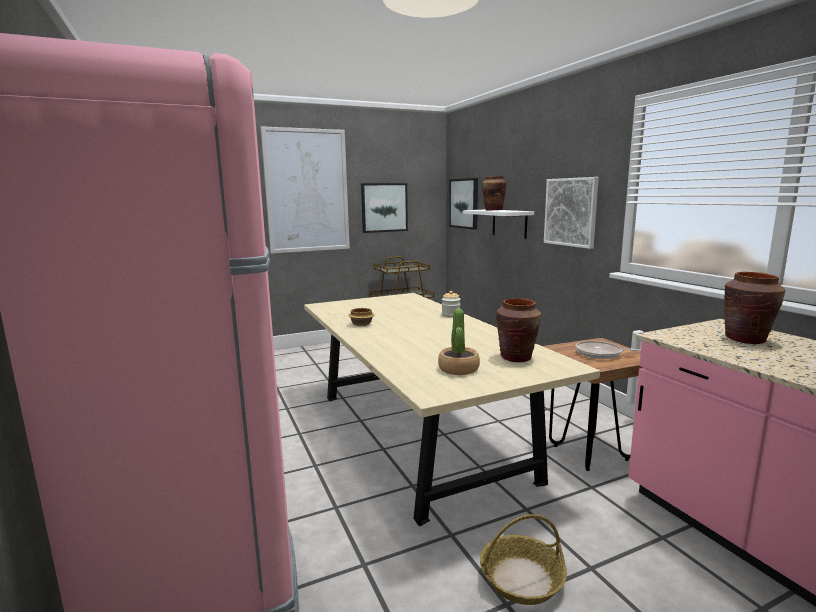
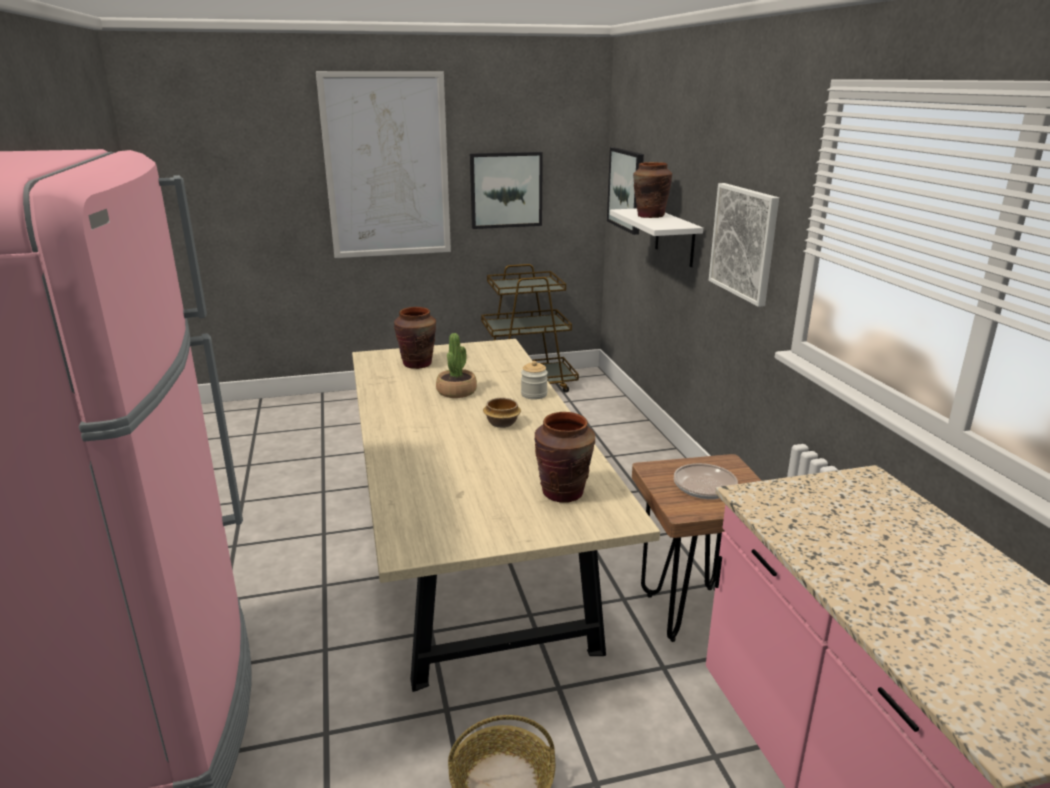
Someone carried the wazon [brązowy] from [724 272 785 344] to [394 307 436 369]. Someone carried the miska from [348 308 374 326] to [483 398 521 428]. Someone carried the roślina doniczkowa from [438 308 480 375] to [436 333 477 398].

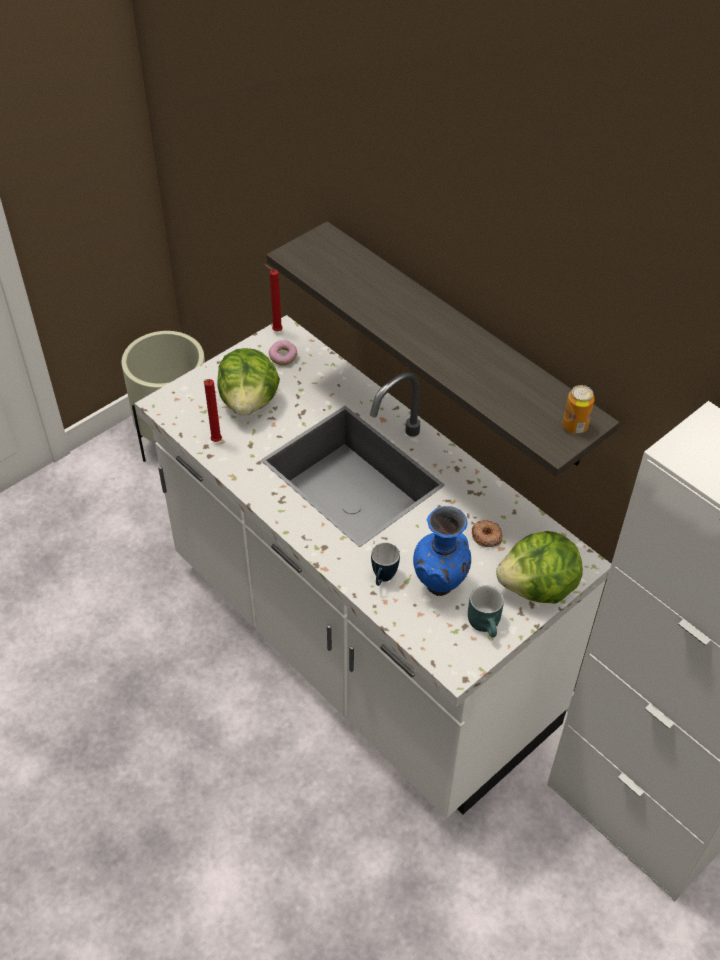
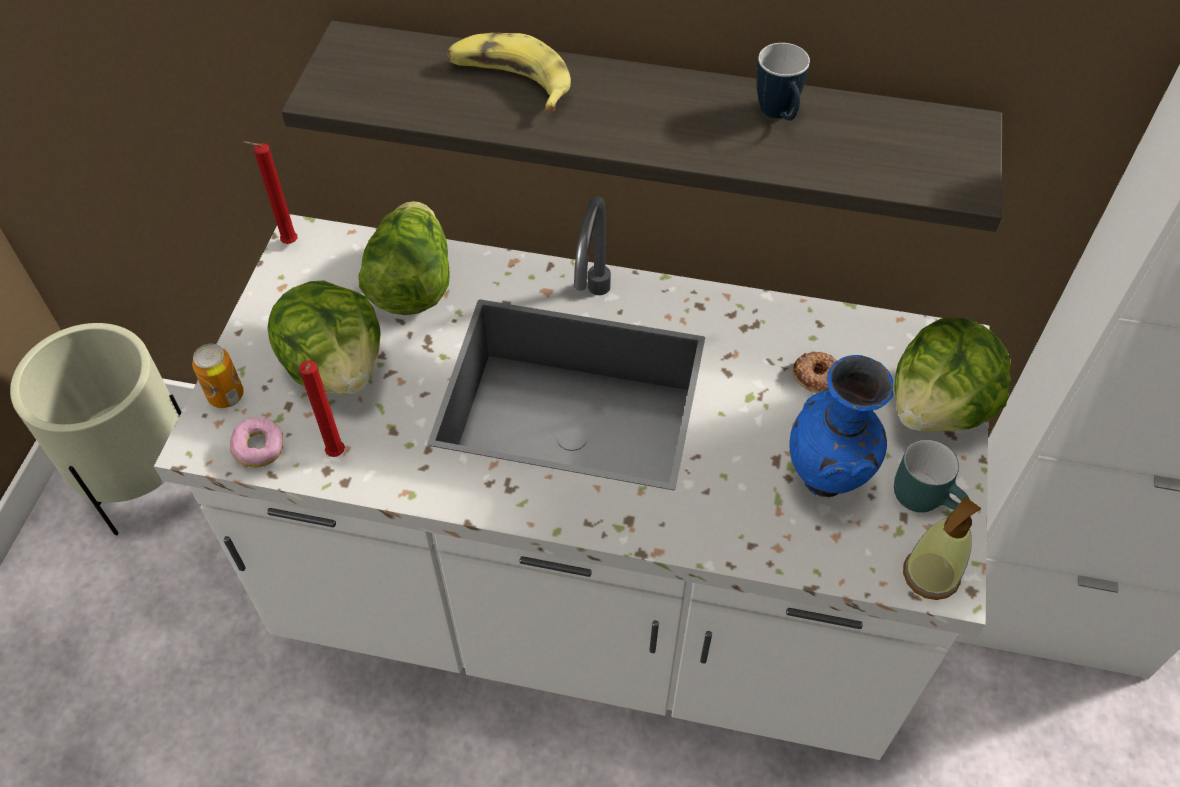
Someone carried the donut from [269 340 297 366] to [230 418 283 467]. Someone carried the puszka from [563 385 595 434] to [192 344 244 408]. Someone carried the kubek from [371 542 400 586] to [756 43 810 121]. Someone put down the banan at [447 33 571 111]. Someone put down the sałata at [358 201 450 315]. Someone put down the dozownik mydła at [903 496 981 600].

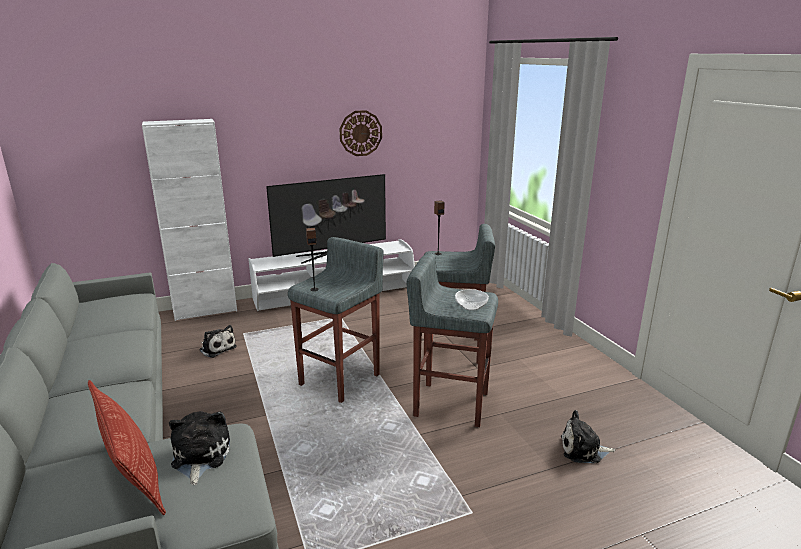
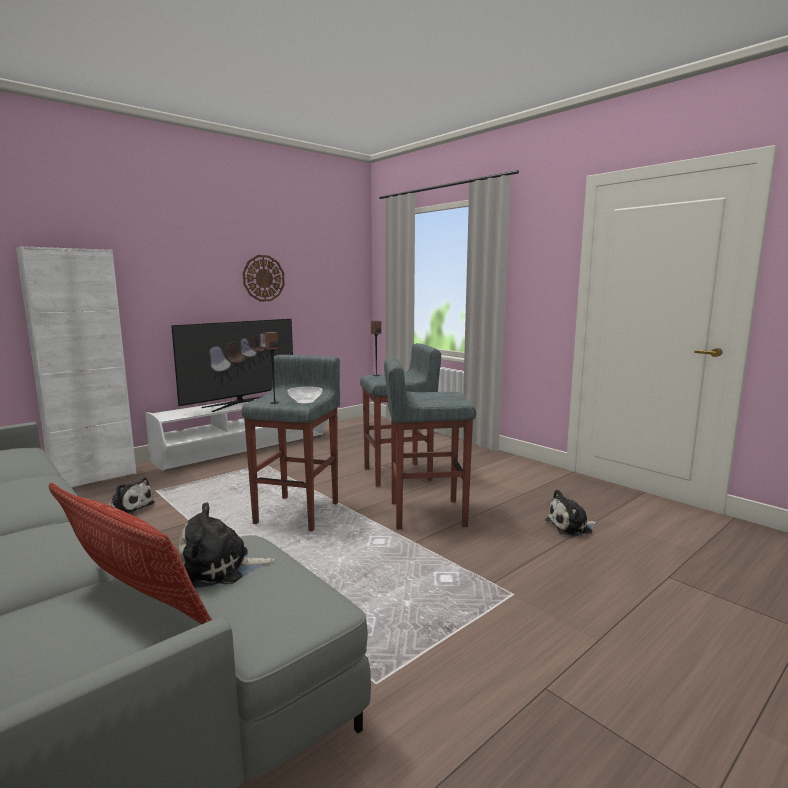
Someone carried the miska from [455 289 489 311] to [288 387 322 404]. Someone rotated the pluszak at [169 411 230 485] by 75 degrees counterclockwise.

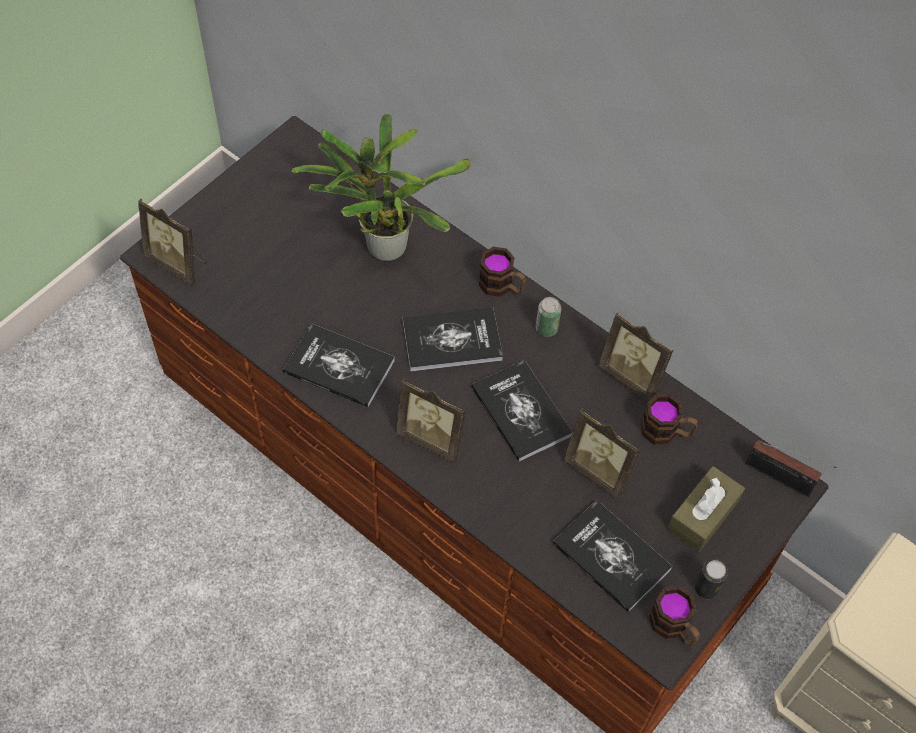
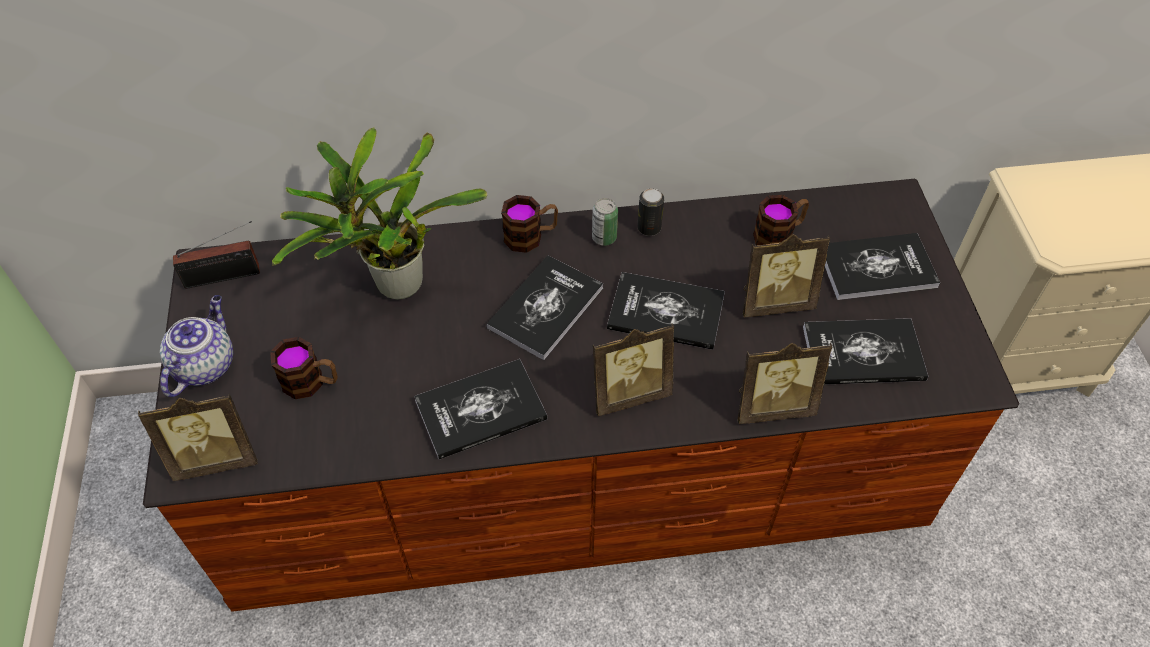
Someone carried the ramka na zdjęcie from [598 312 673 402] to [737 343 832 424]. Someone carried the radio from [746 440 836 497] to [173 221 260 289]. Someone swapped the pudełko chusteczek [brązowy] at [667 466 745 552] for the książka at [825 233 940 300]. Someone carried the puszka from [695 559 728 599] to [637 188 664 236]. Someone carried the kubek from [649 585 700 646] to [270 337 338 399]. Someone put down the imbryk at [160 295 233 397].

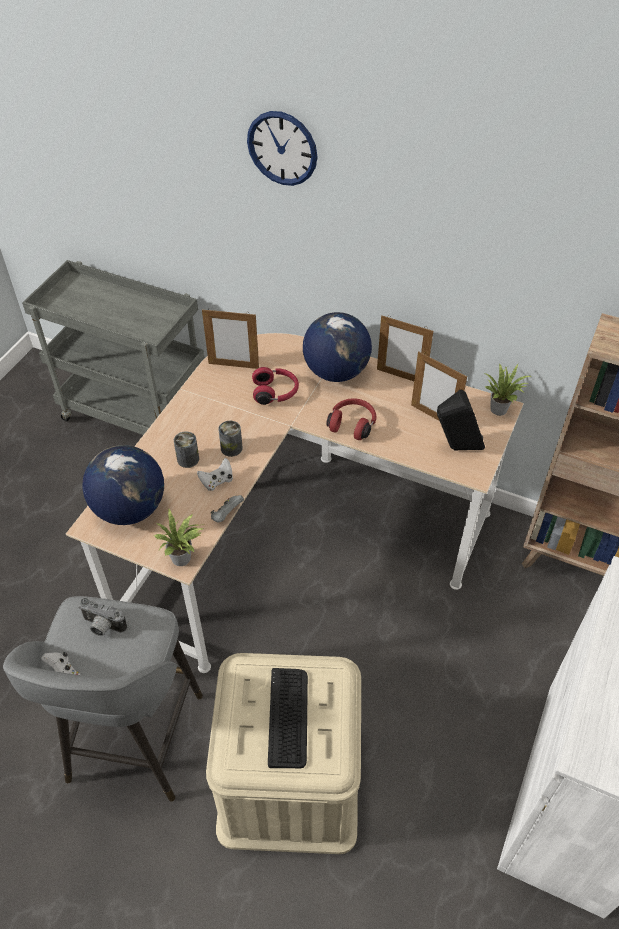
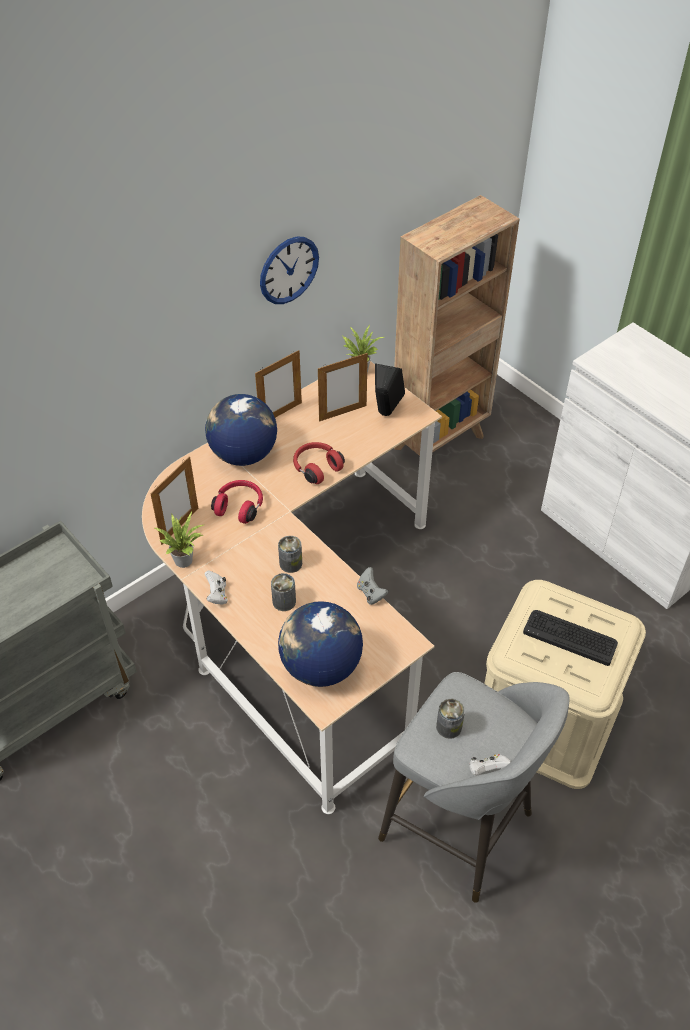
Someone carried the zegar ścienny from [247 111 318 186] to [260 236 319 304]. Someone carried the pad do gier [biały] from [197 458 233 491] to [205 571 228 605]. Someone carried the roślina doniczkowa from [154 509 204 566] to [153 512 203 568]. Someone swapped the aparat fotograficzny at [78 598 127 636] for the puszka at [436 698 465 739].

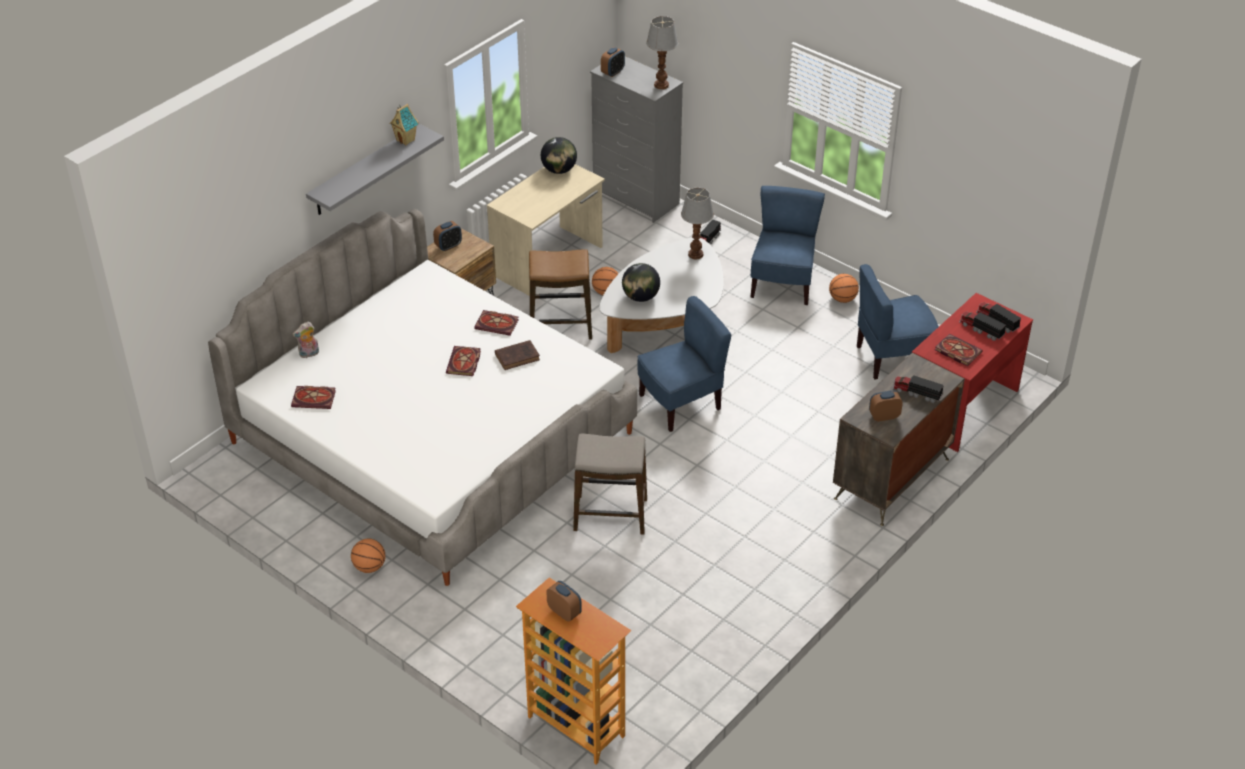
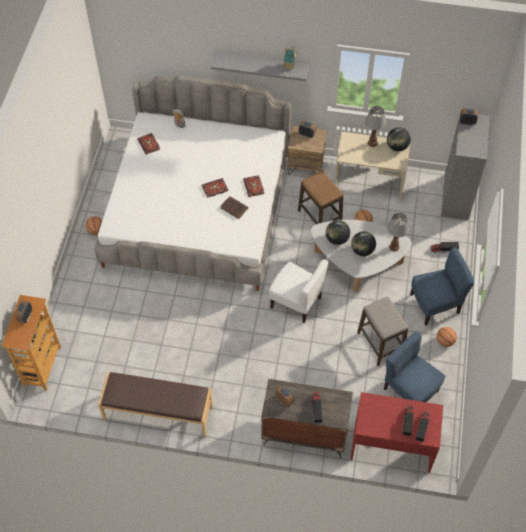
Someone carried the lampa stołowa from [646 16 678 90] to [365 106 386 147]. Someone repainted the krzesło [niebieski] at [637 296 731 432], which became the krzesło [biały] at [269 259 328 323]. Someone took away the książka at [935 334 983 366]. Someone carried the stołek from [573 433 647 535] to [357 297 408 366]. Someone put down the globus at [351 231 376 256]. Someone put down the ławka [brązowy] at [98 372 213 437].

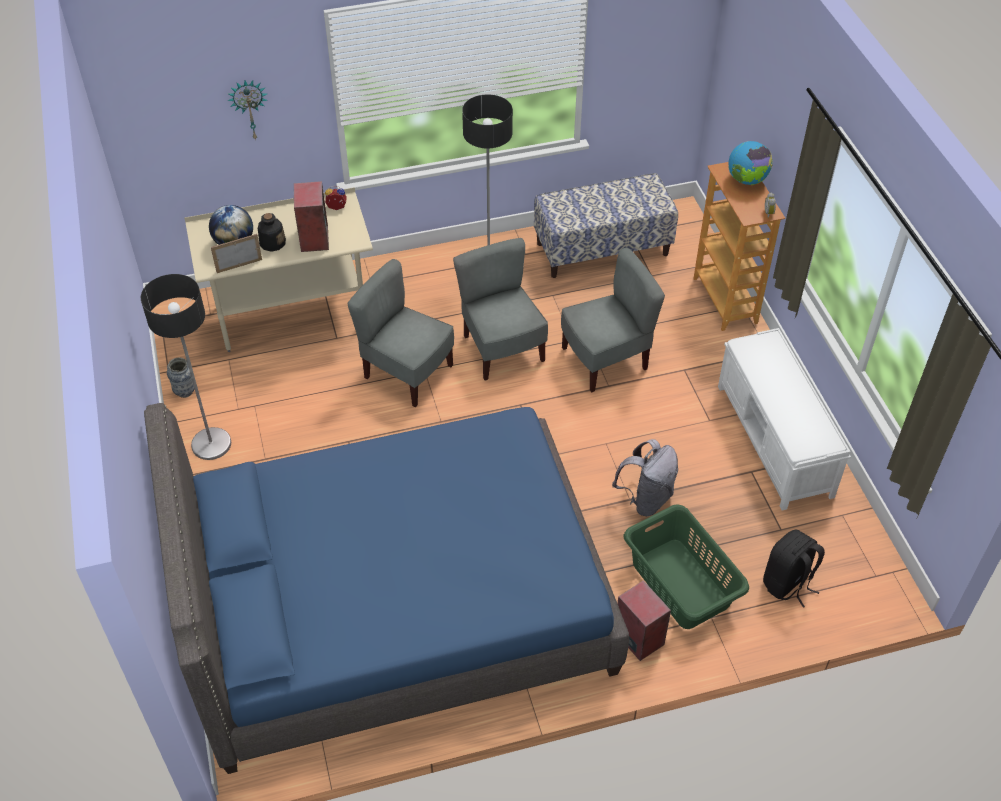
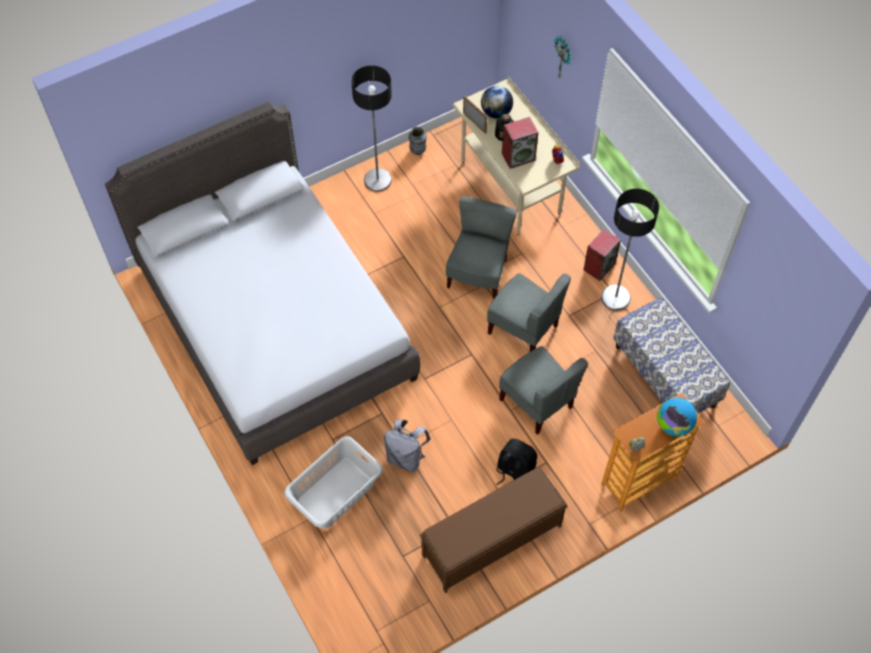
Someone rotated the krzesło [szary] at [453 238 548 380] by 75 degrees clockwise. Someone repainted the ławka [biały] at [718 328 851 510], which became the ławka [brązowy] at [420 467 568 593]. Someone repainted the łóżko [niebieski] at [144 403 629 774], which became the łóżko [szary] at [105 102 420 465]. Someone repainted the kosz na pranie [zielony] at [623 504 749 629], which became the kosz na pranie [szary] at [284 436 383 529]. Someone carried the plecak [czarny] from [763 530 825 608] to [497 439 537 485]. Someone carried the głośnik from [617 580 671 661] to [583 229 621 281].

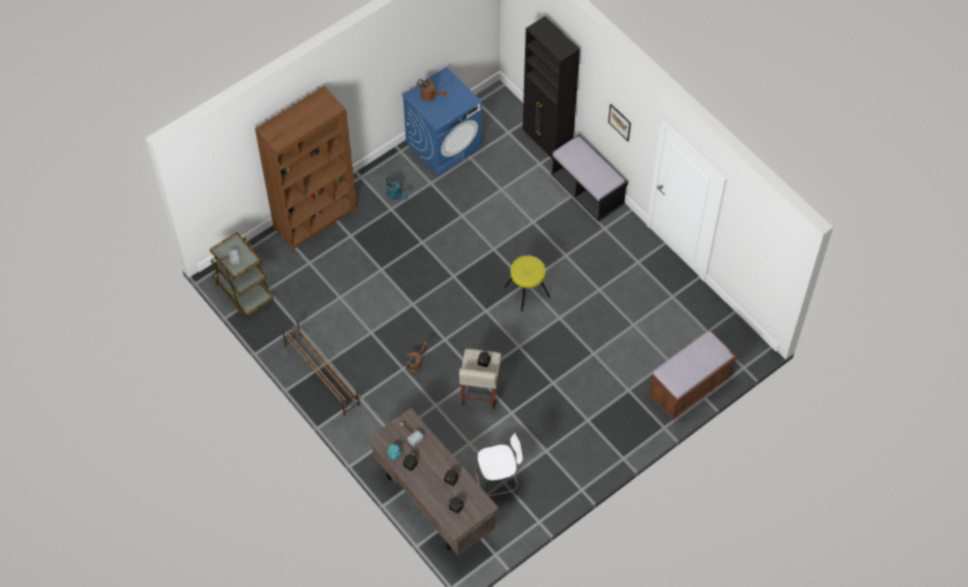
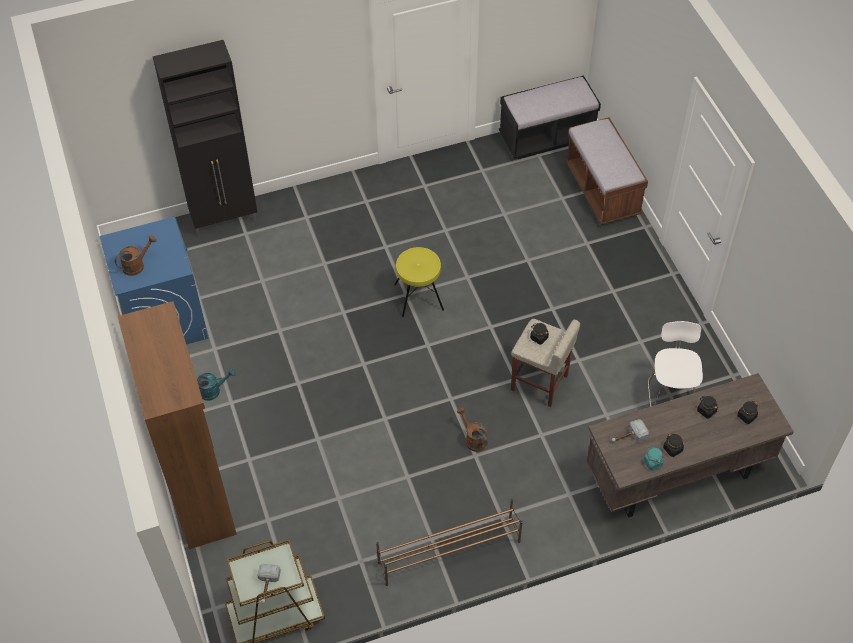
Someone took away the obraz at [608 104 631 141]. Someone carried the ławka [czarny] from [551 134 628 222] to [499 76 601 159].

